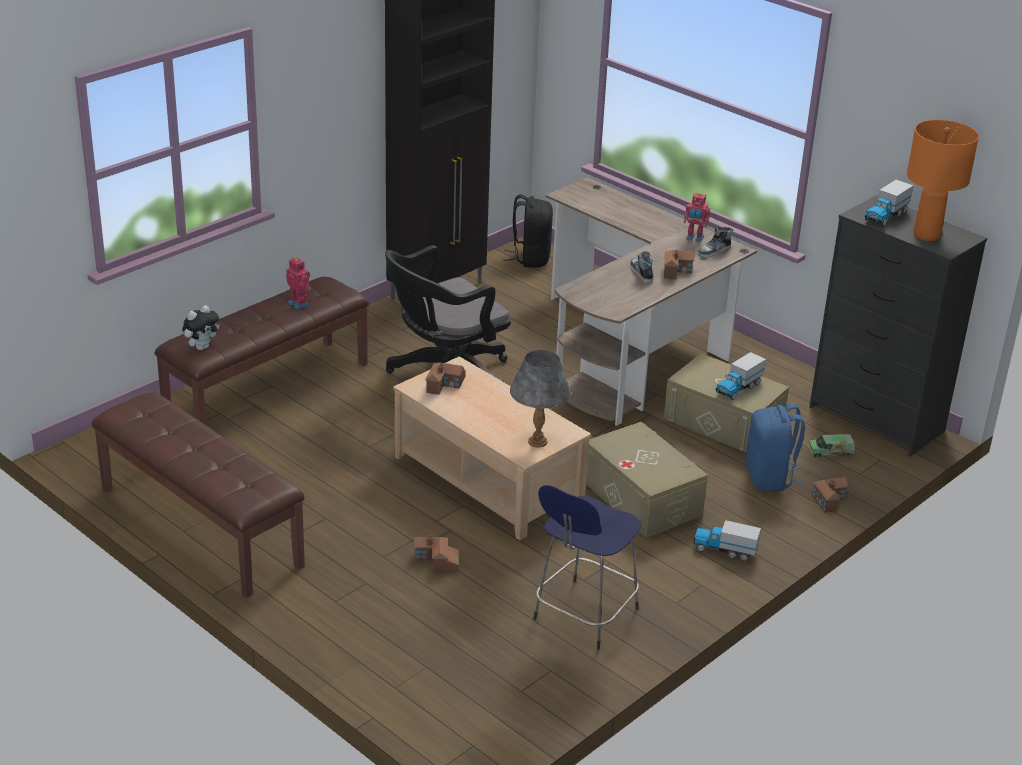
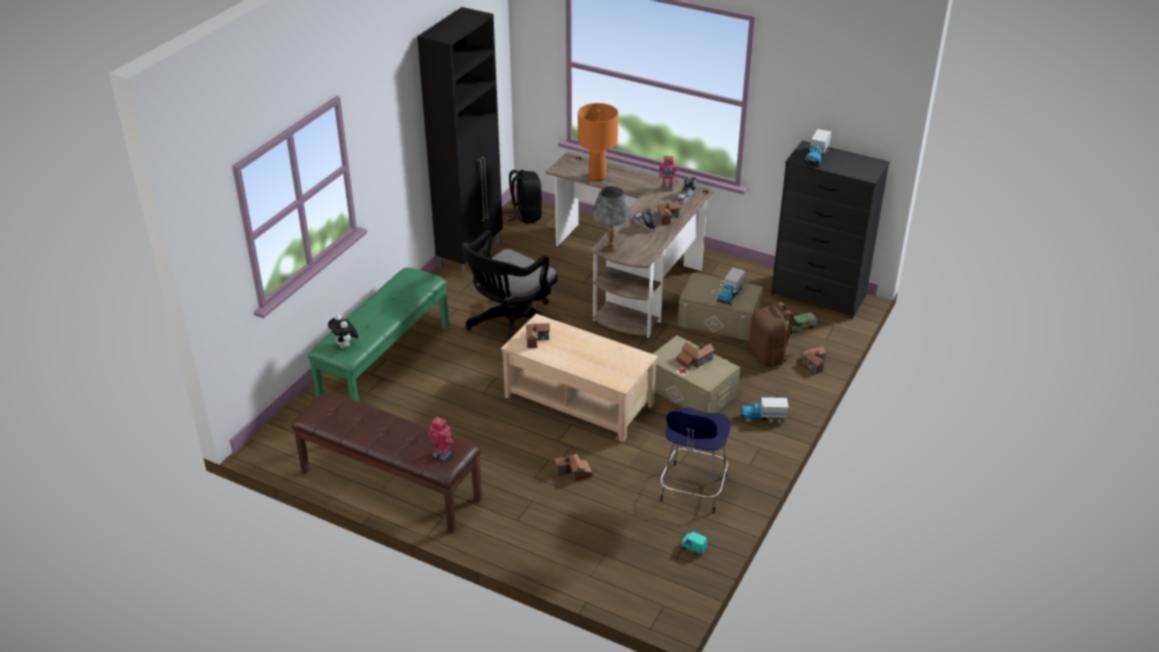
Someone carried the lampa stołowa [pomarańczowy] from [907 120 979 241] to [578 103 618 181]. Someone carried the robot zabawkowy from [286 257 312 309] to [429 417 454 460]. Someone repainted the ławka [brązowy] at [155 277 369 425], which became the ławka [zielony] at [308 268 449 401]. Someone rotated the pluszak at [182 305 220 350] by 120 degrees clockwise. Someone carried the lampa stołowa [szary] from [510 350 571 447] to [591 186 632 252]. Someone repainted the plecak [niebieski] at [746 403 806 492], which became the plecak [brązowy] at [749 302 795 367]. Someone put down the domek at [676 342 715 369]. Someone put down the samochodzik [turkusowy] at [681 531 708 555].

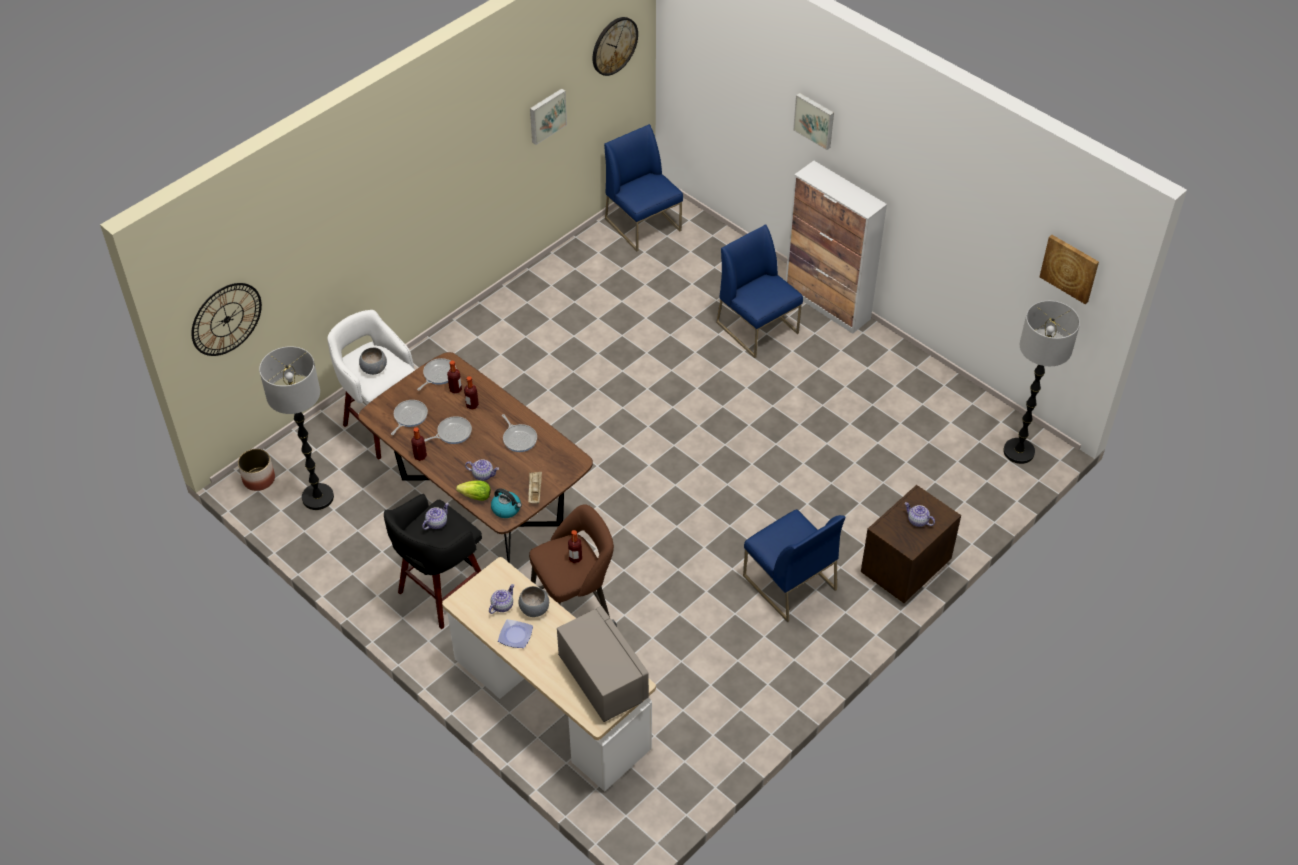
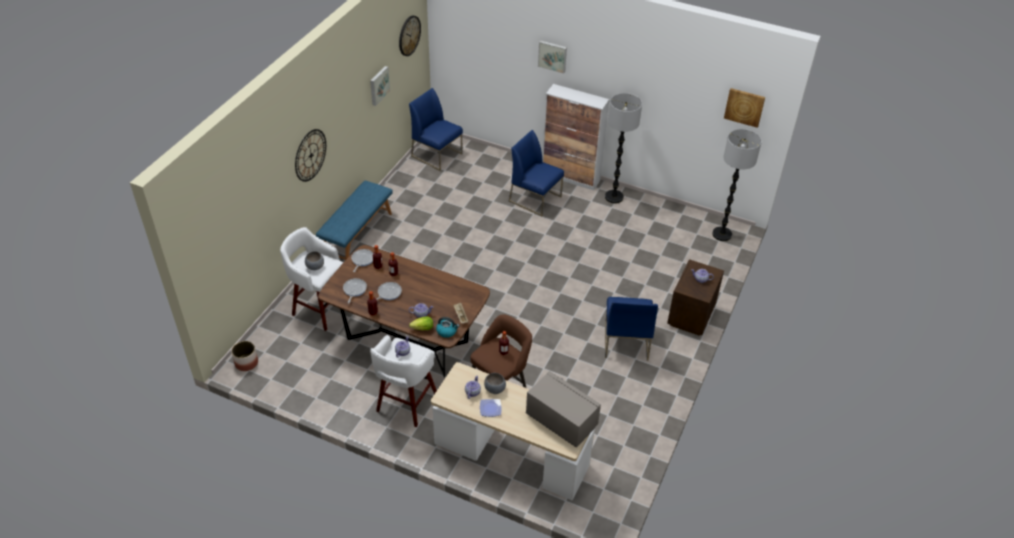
Someone carried the zegar ścienny from [192 283 262 356] to [295 129 326 182]. Someone carried the lampa stojąca from [259 346 334 510] to [605 93 642 204]. Someone took away the patelnia at [502 414 537 452]. Someone repainted the stołek [czarny] at [384 494 482 629], which became the stołek [biały] at [370 335 437 427]. Someone rotated the krzesło [niebieski] at [743 509 845 622] by 60 degrees clockwise. Someone put down the ławka [niebieski] at [316 180 393 260].

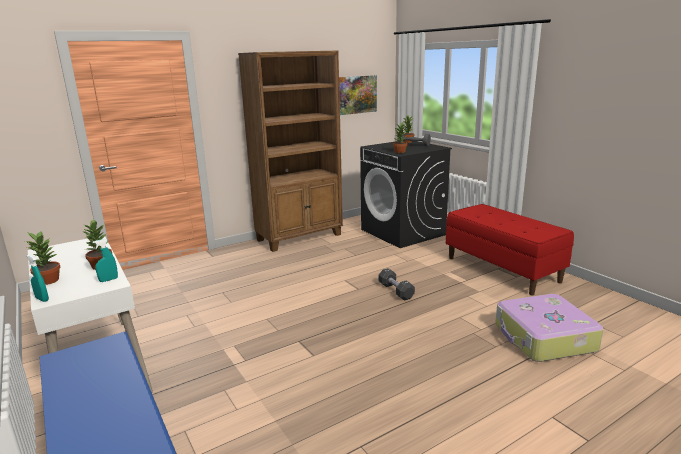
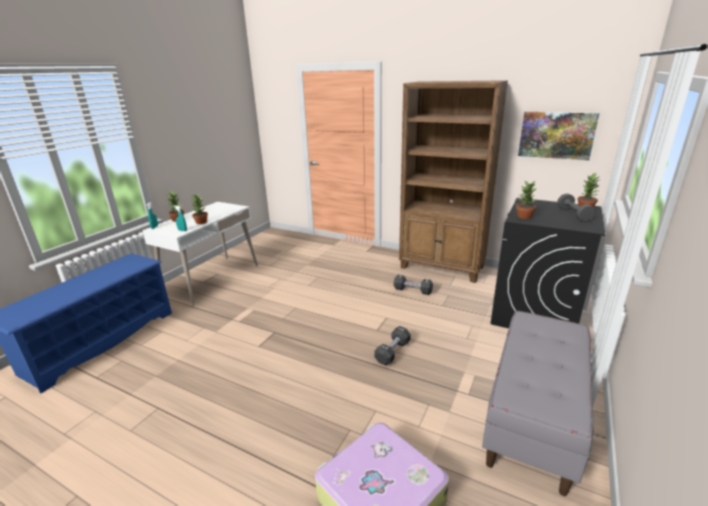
Someone repainted the ławka [czerwony] at [446 204 574 296], which became the ławka [szary] at [482 311 594 496]. Someone put down the hantel [czarny] at [394 275 433 295].

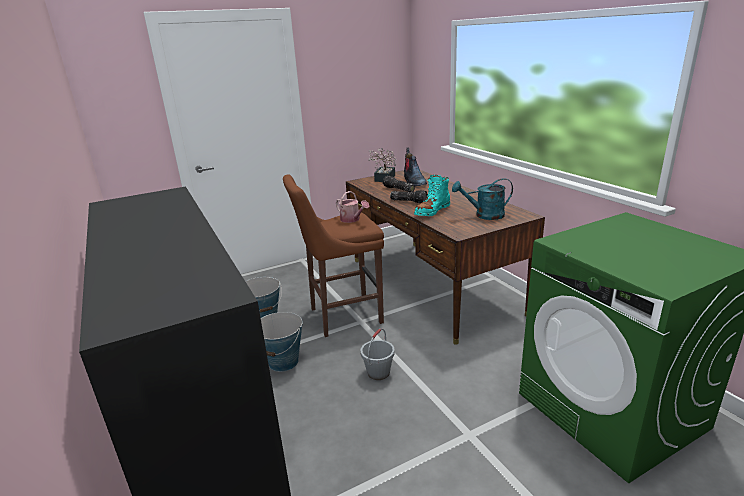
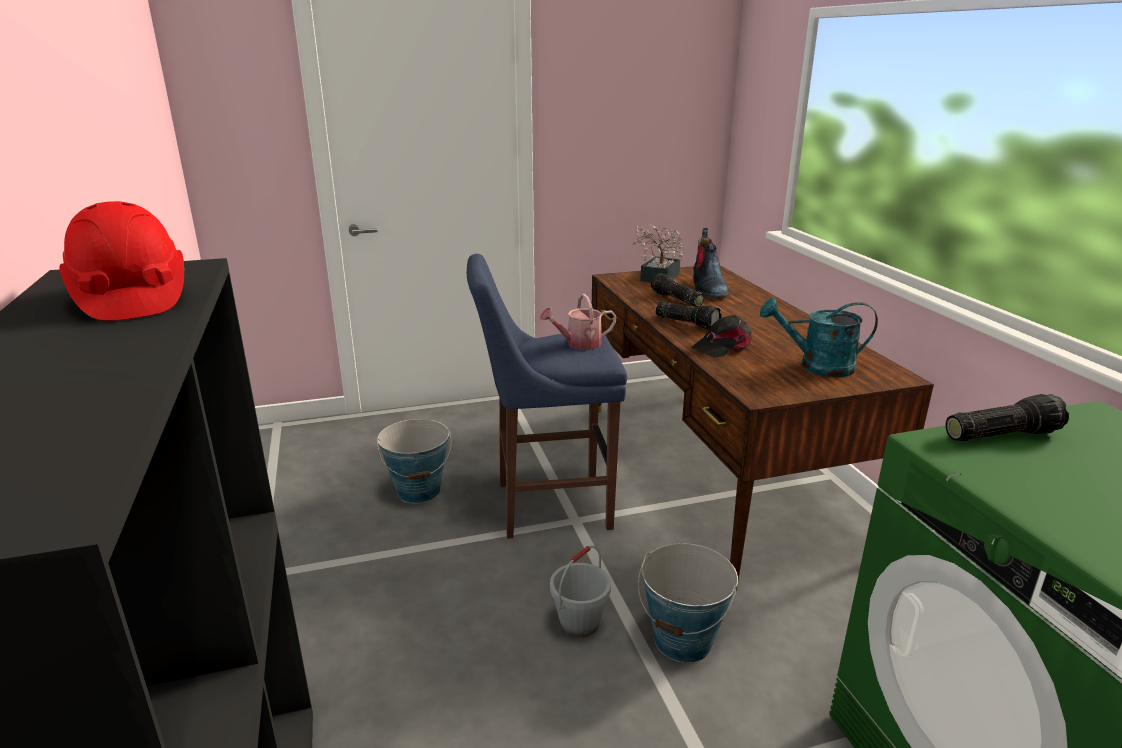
Someone repainted the stołek [brązowy] at [283 174 384 337], which became the stołek [niebieski] at [467 254 627 539]. Someone swapped the but z cholewką [turkusowy] at [414 175 450 216] for the czapka z daszkiem [czarny] at [691 315 752 358]. Someone rotated the konewka at [336 191 369 223] by 105 degrees clockwise. Someone carried the wiadro from [261 312 302 372] to [638 543 738 663]. Someone put down the kask [czerwony] at [59 201 184 321]. Someone put down the latarka at [945 394 1069 441].

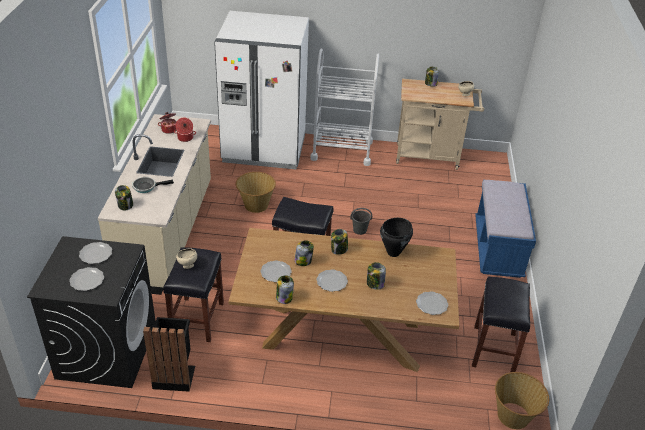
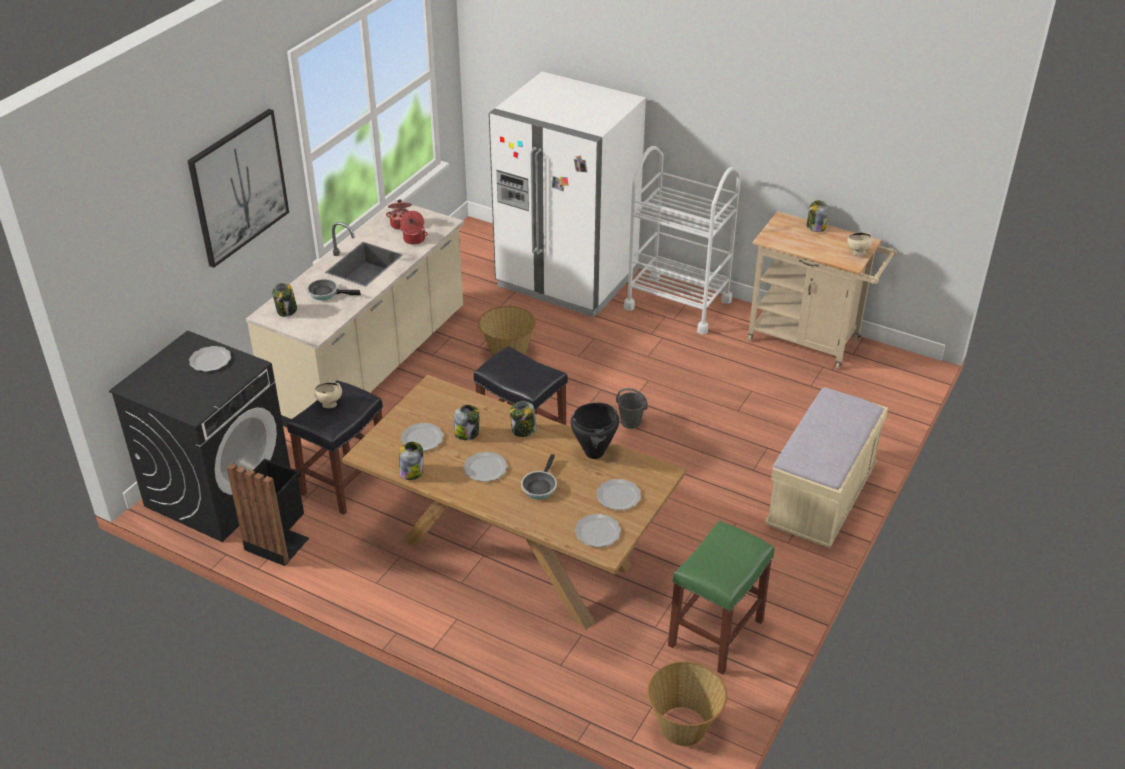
Someone repainted the ławka [niebieski] at [475 180 536 278], which became the ławka [beżowy] at [765 387 888 548]. Someone swapped the słoik at [367 262 386 290] for the patelnia at [521 454 557 499]. Someone carried the talerz from [69 267 104 291] to [596 479 641 510]. Someone repainted the stołek [czarny] at [472 276 530 372], which became the stołek [zielony] at [668 521 774 675]. Someone put up the obraz at [187 109 289 268].

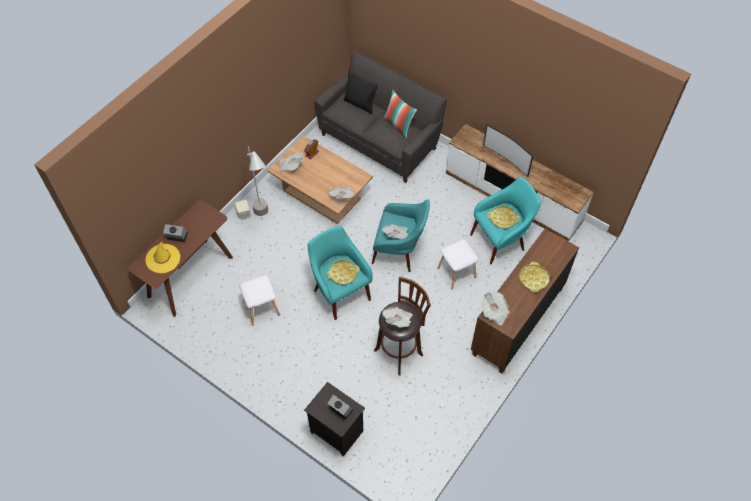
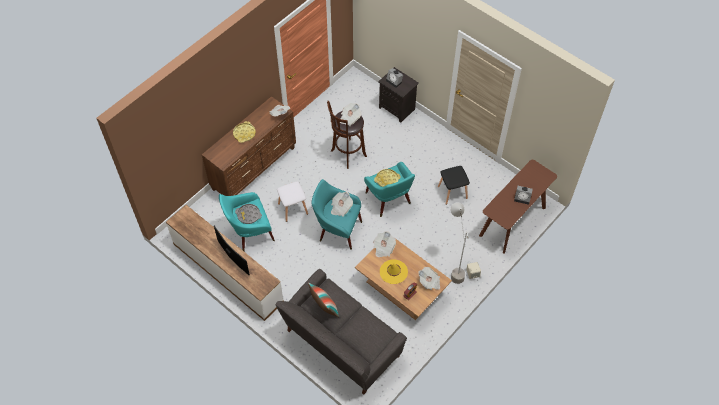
Someone took away the poduszka [czarny] at [343 72 378 114]. Someone repainted the taca [żółty] at [487 206 520 229], which became the taca [szary] at [235 204 262 224]. Someone carried the kapelusz [żółty] from [146 242 180 273] to [380 259 408 284]. Someone repainted the stołek [biały] at [239 275 280 325], which became the stołek [czarny] at [438 166 470 205].

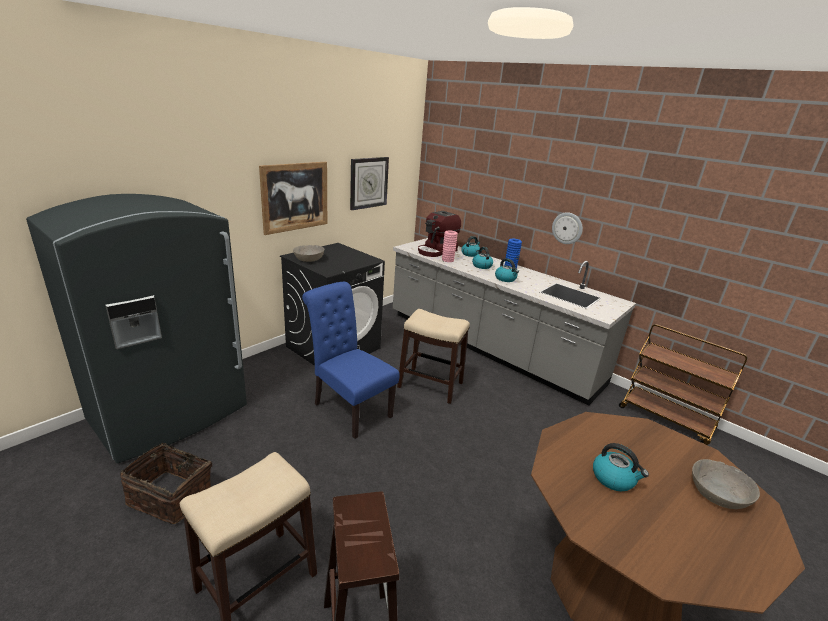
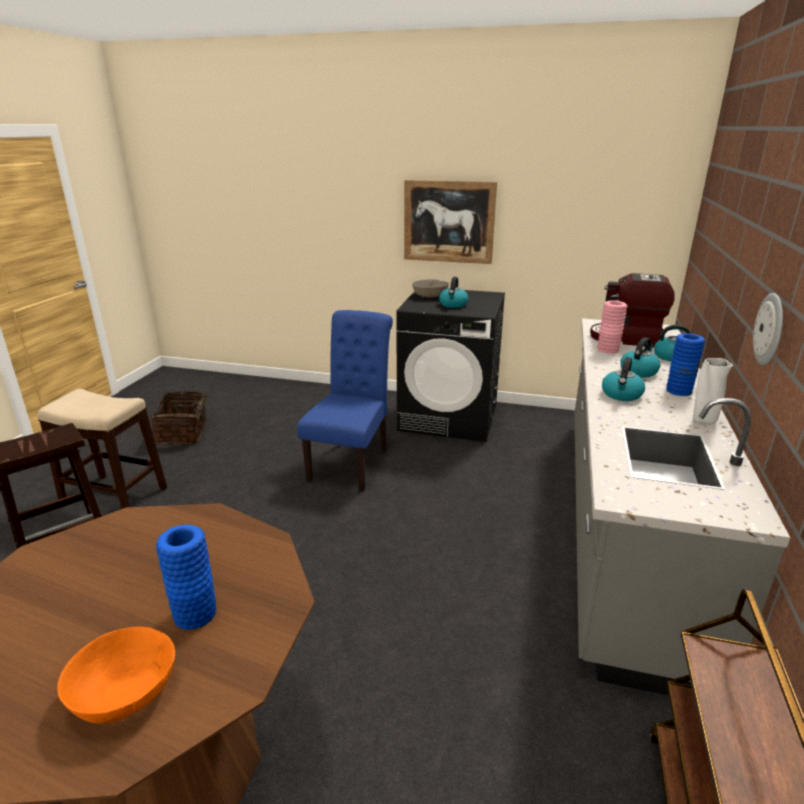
Someone took away the zegar ścienny at [350 157 389 210]. Someone took away the lodówka [szary] at [26 194 247 463]. Someone took away the stołek at [397 309 470 404]. Someone carried the czajnik from [593 443 649 491] to [439 277 469 308]. Someone repainted the miska [szary] at [692 459 760 509], which became the miska [pomarańczowy] at [57 627 175 724]. Someone put down the wazon [biały] at [693 358 733 424]. Someone put down the wazon [niebieski] at [156 525 216 630].

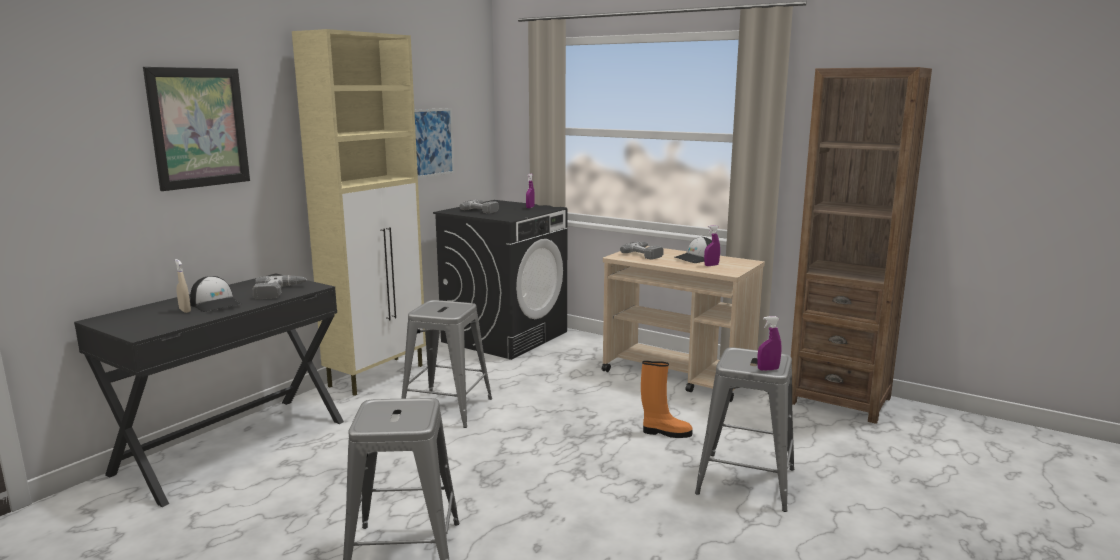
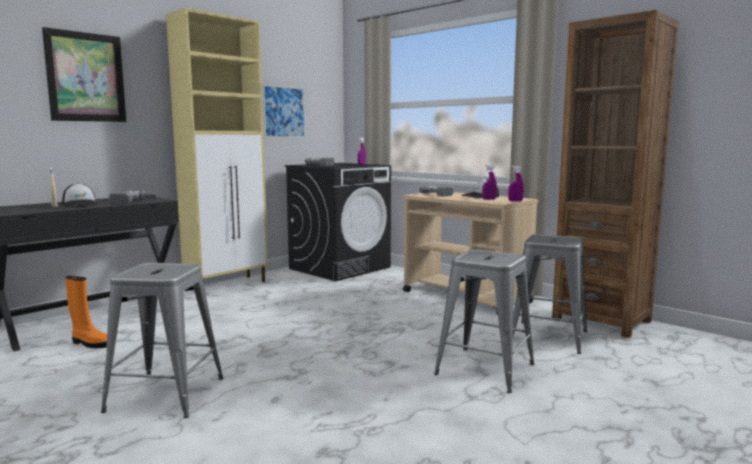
Someone carried the stołek [szary] from [401 300 492 428] to [513 234 587 354]. Someone carried the spryskiwacz [fioletowy] from [757 316 782 371] to [508 166 524 201]. Someone carried the but z cholewką [pomarańczowy] from [641 361 693 438] to [66 276 107 348].

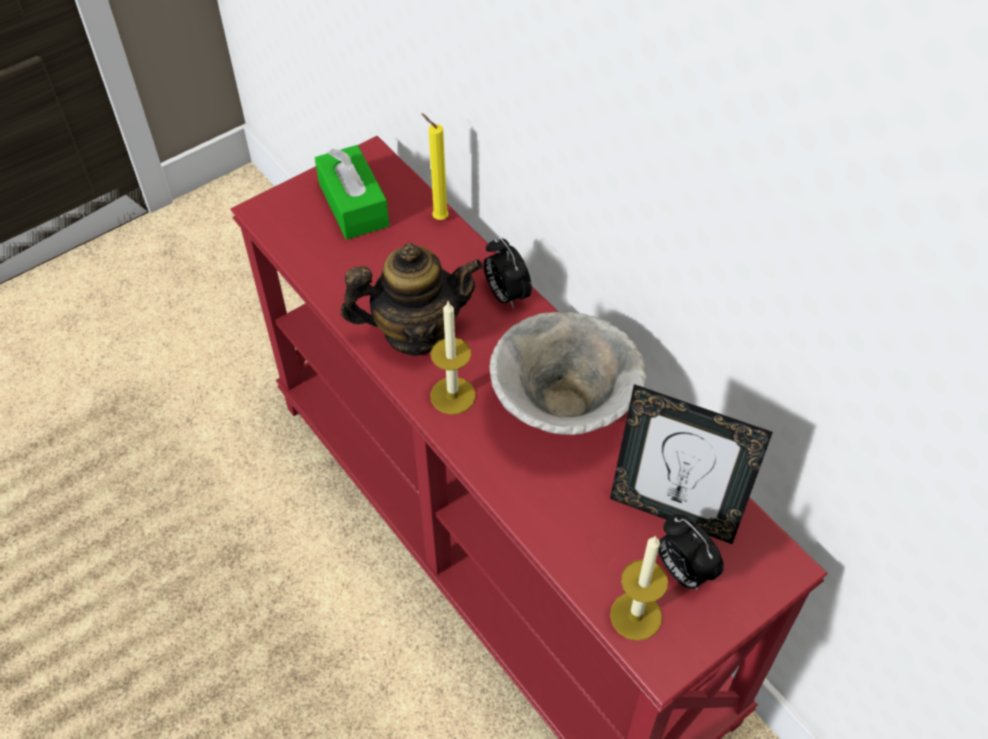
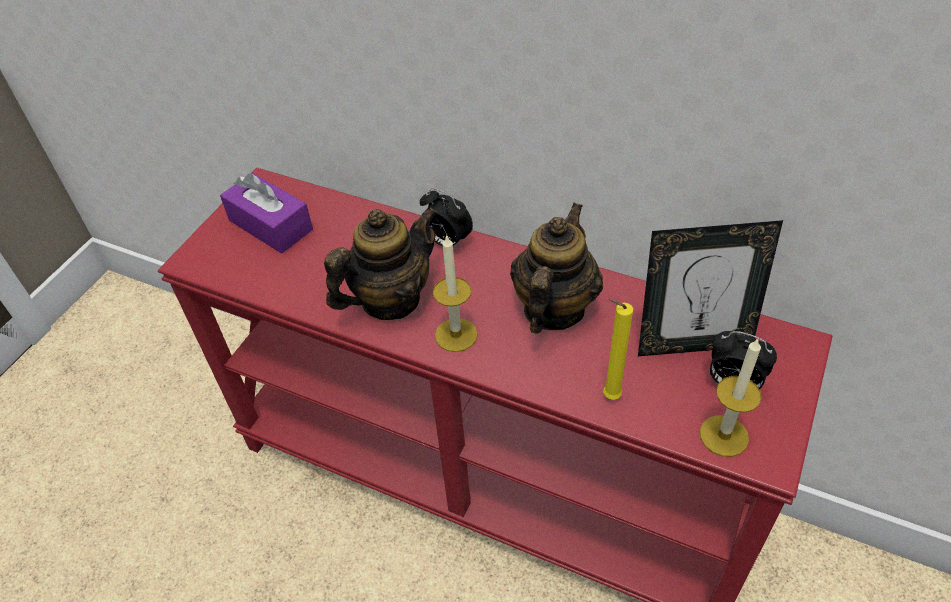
Someone carried the świeca [żółty] from [421 113 449 220] to [603 298 633 400]. Someone repainted the pudełko chusteczek [zielony] at [315 145 389 240], which became the pudełko chusteczek [fioletowy] at [220 173 313 253]. Someone swapped the miska at [489 312 646 435] for the imbryk at [510 203 603 334].

